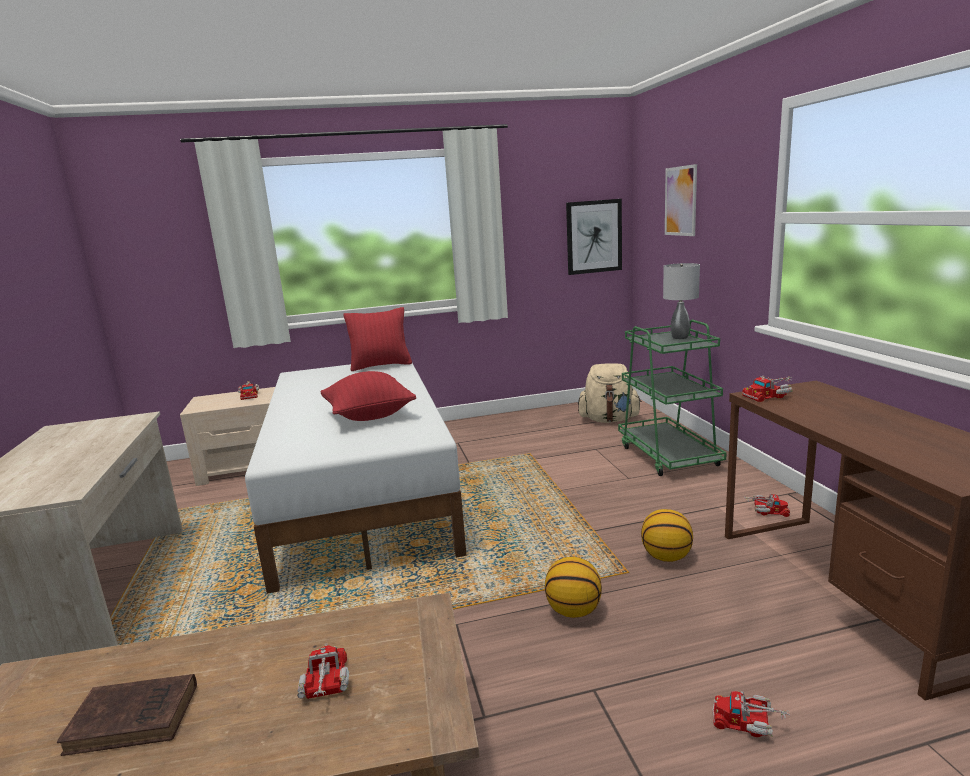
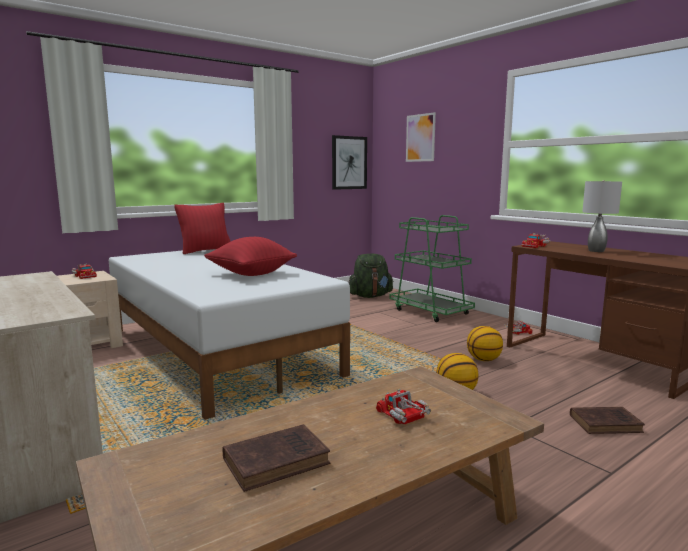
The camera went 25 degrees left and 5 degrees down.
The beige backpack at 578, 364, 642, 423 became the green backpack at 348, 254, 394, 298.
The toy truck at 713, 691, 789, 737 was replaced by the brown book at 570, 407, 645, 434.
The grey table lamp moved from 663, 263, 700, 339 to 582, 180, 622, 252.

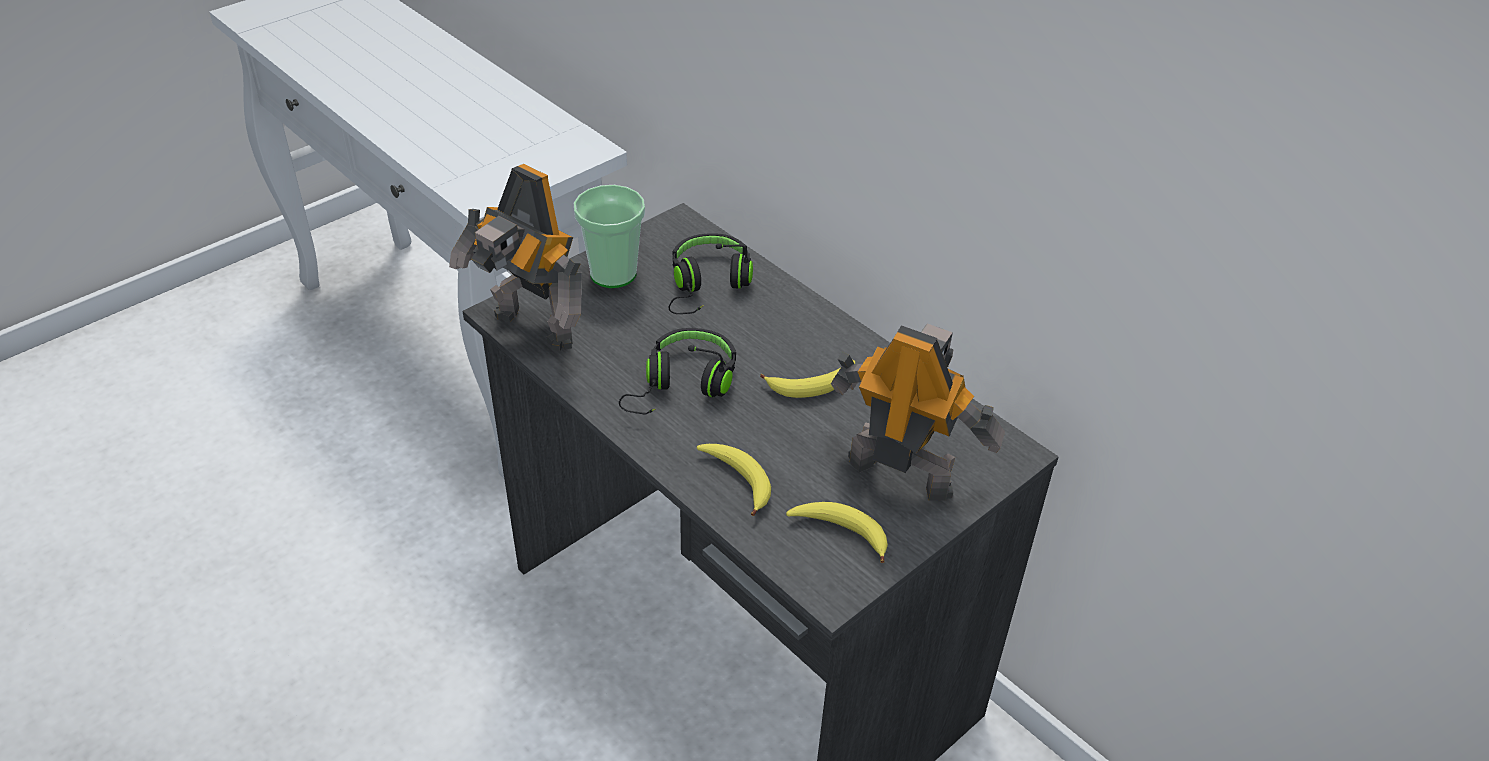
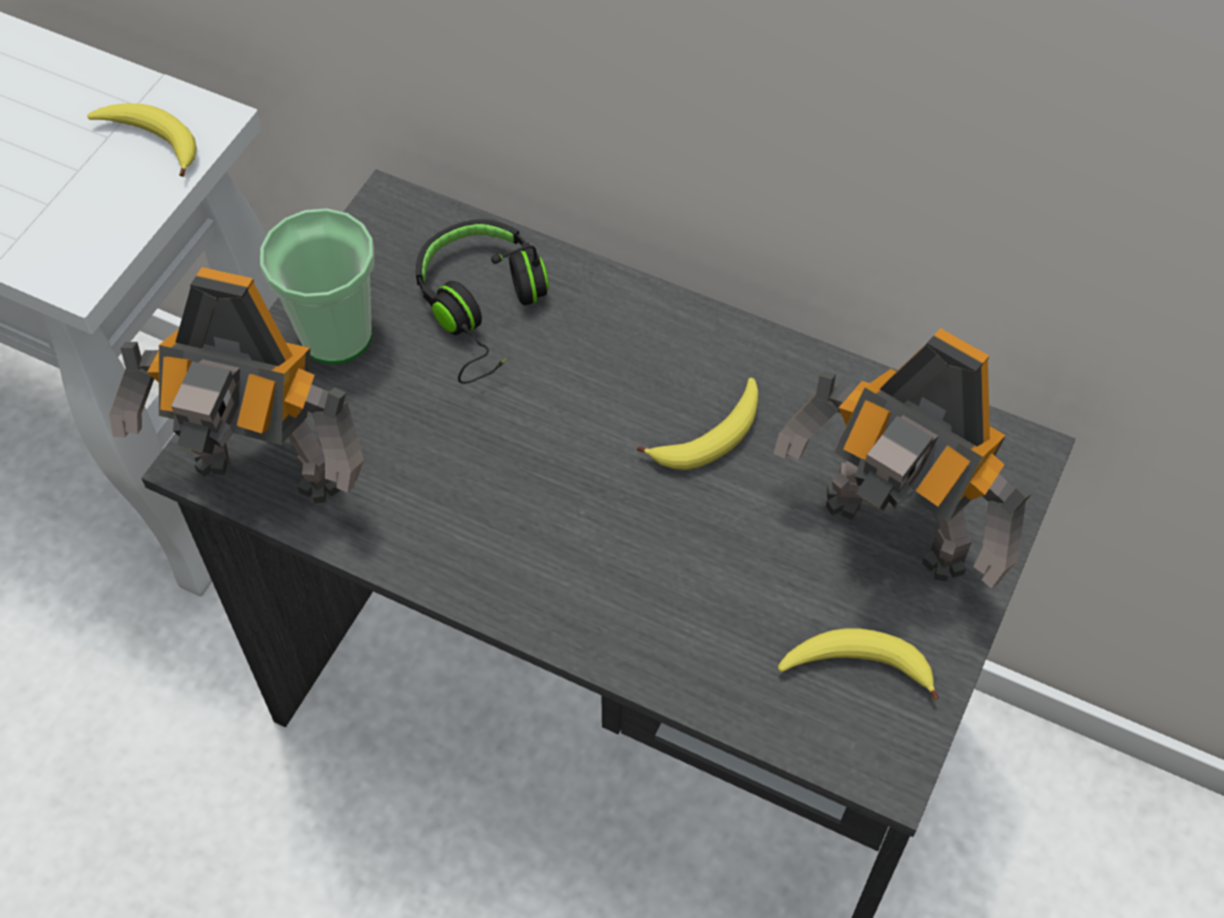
The camera went 20 degrees left and 15 degrees up.
The banana moved from 697, 444, 771, 516 to 87, 103, 197, 177.
The toy robot at 831, 324, 1005, 500 turned 150 degrees counterclockwise.
The black headphones at 619, 328, 736, 415 disappeared.

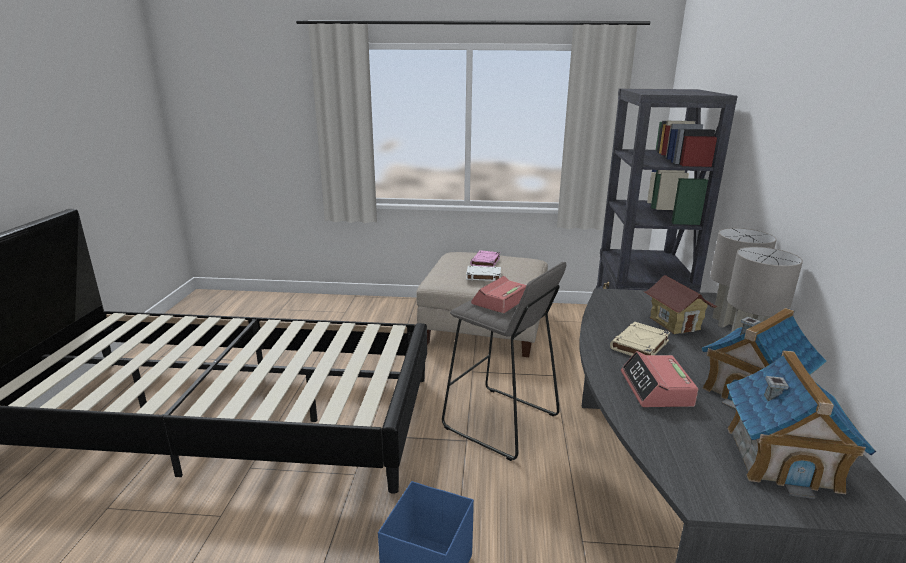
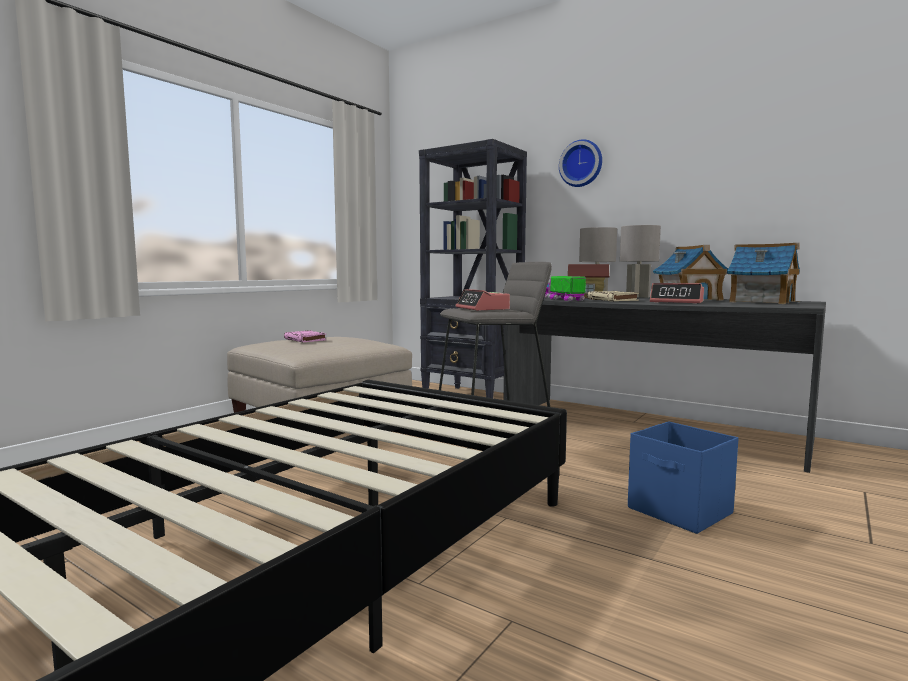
The camera went 60 degrees left and 15 degrees down.
The toy truck at 544, 276, 586, 301 appeared.
The wall clock at 559, 139, 602, 187 appeared.
The white book at 466, 266, 501, 281 disappeared.

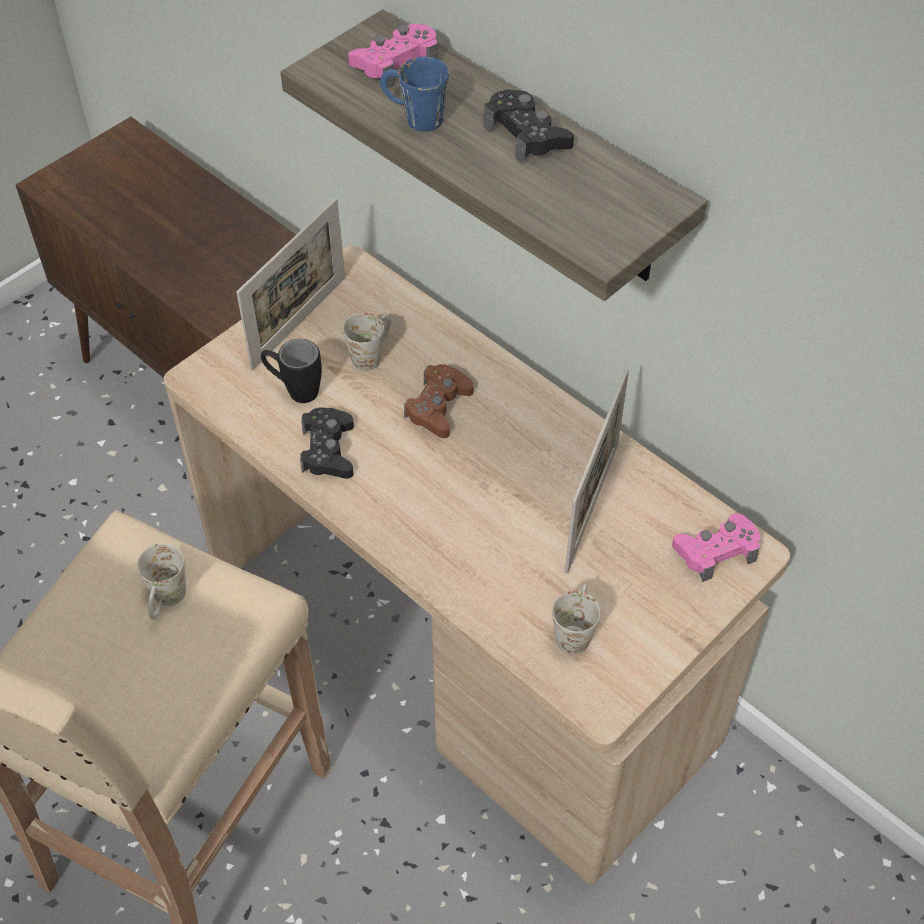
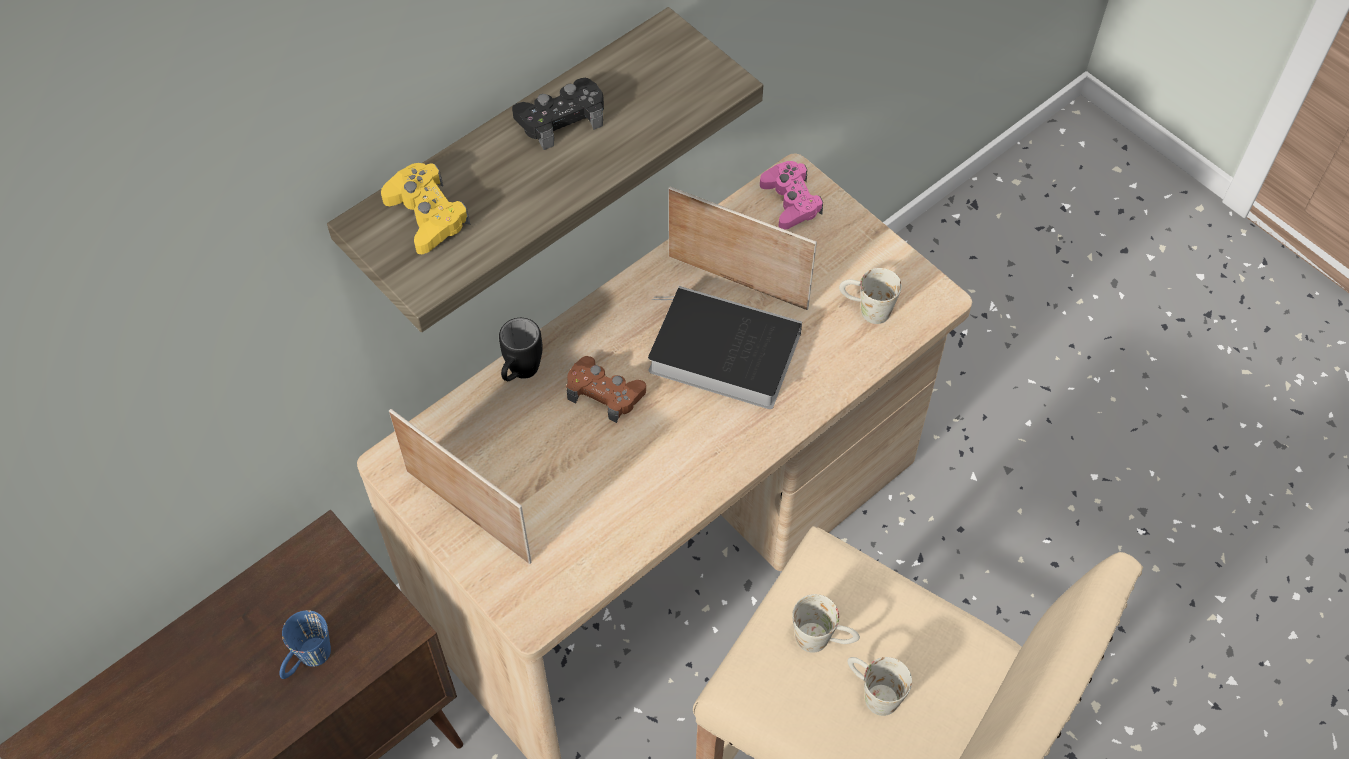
The camera went 85 degrees left and 5 degrees up.
The blue mug moved from 380, 57, 449, 132 to 280, 610, 331, 679.
The pink game controller at 348, 24, 438, 87 became the yellow game controller at 381, 163, 470, 254.
The black mug moved from 261, 339, 322, 403 to 499, 318, 543, 381.
The book at 648, 286, 802, 409 appeared.
The white mug moved from 343, 313, 391, 371 to 848, 657, 912, 716.
The black game controller at 300, 408, 354, 479 disappeared.

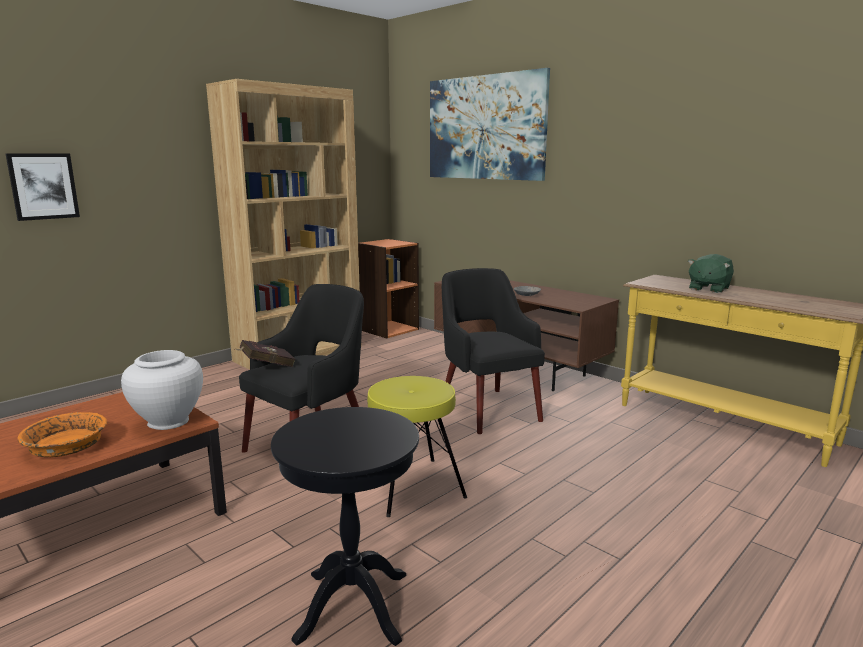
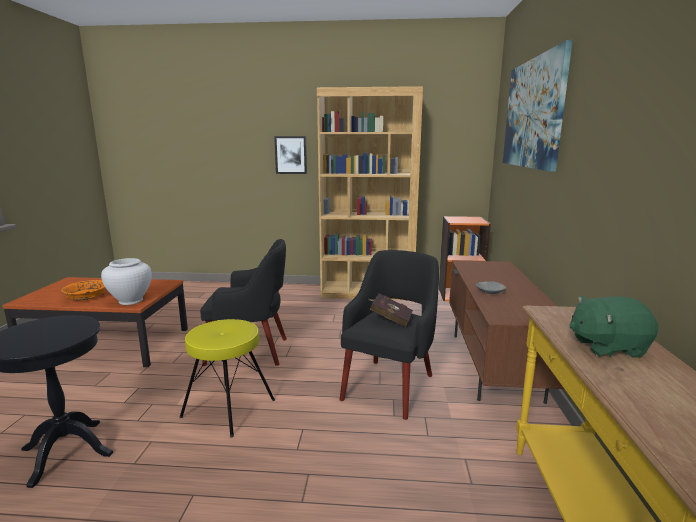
The camera went 50 degrees right and 0 degrees up.
The picture moved from 5, 153, 80, 221 to 274, 136, 307, 174.
The red book moved from 235, 340, 295, 367 to 369, 293, 413, 327.

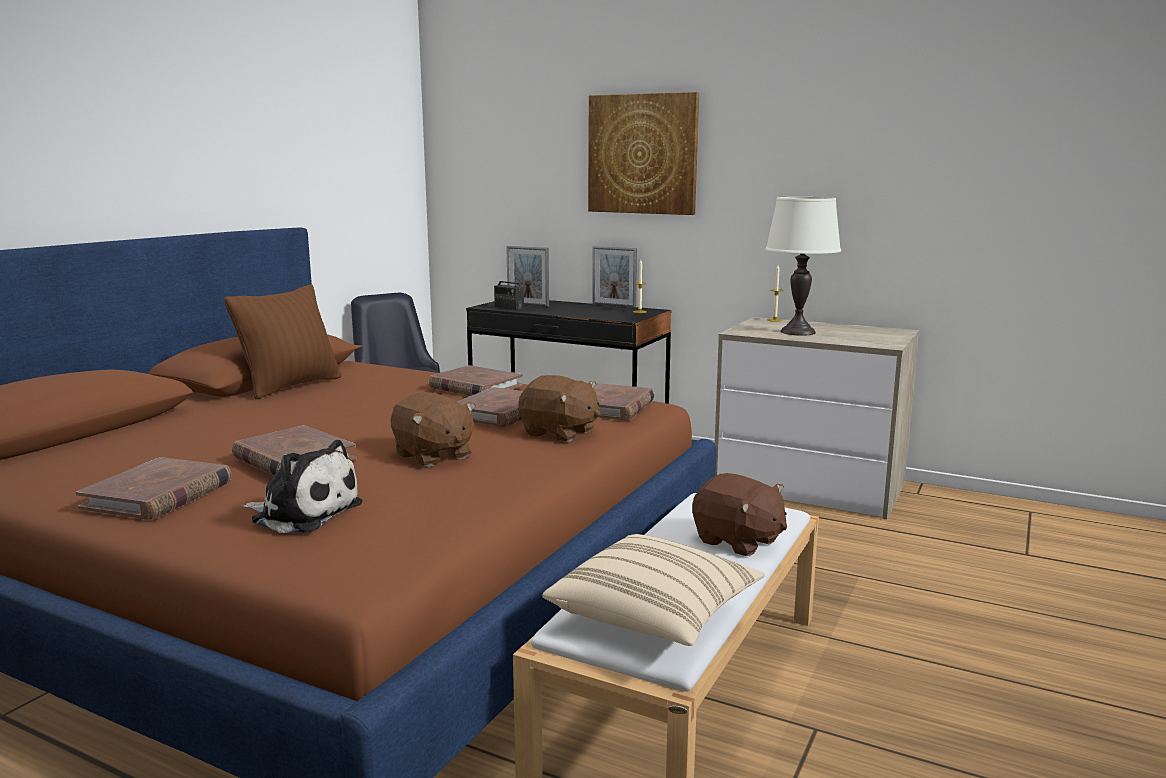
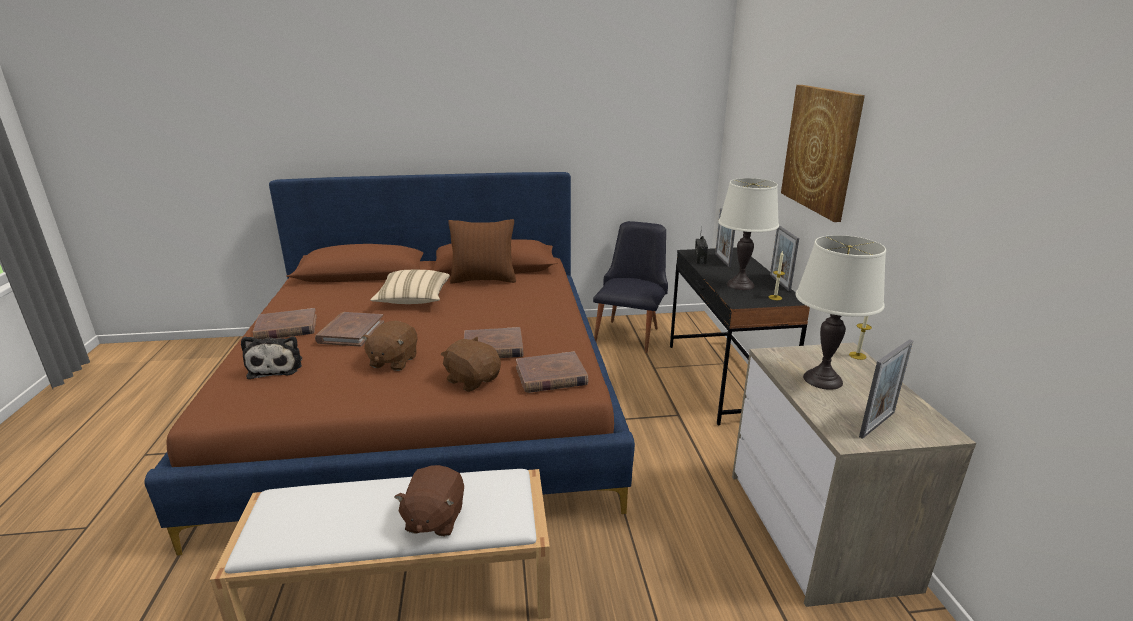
The camera went 55 degrees right and 10 degrees up.
The beige pillow moved from 542, 534, 765, 646 to 370, 270, 450, 304.
The brown plush toy at 518, 375, 600, 442 turned 135 degrees clockwise.
The white table lamp at 718, 178, 779, 290 appeared.
The picture frame at 859, 339, 913, 439 appeared.
The brown book at 429, 365, 523, 396 disappeared.

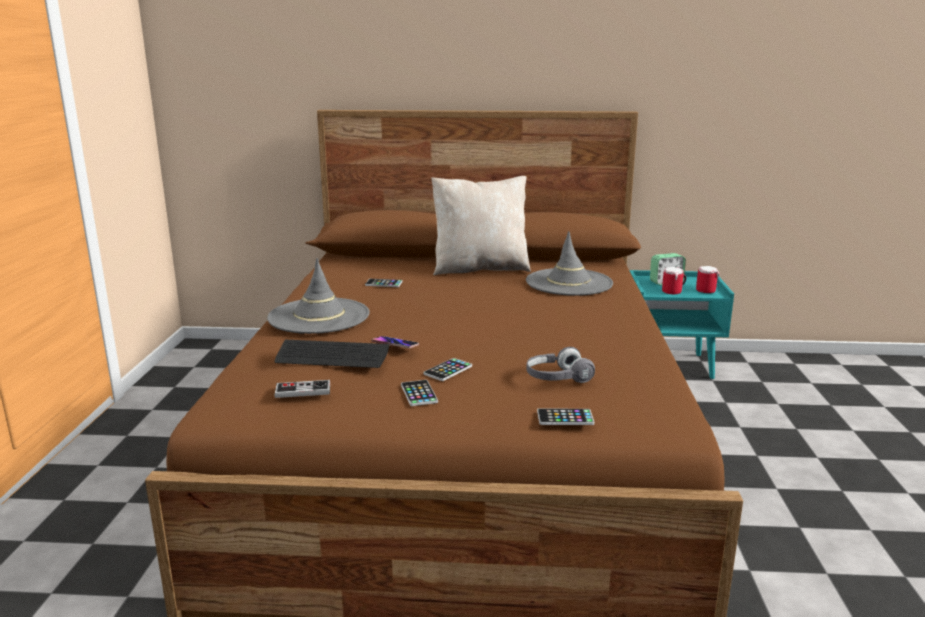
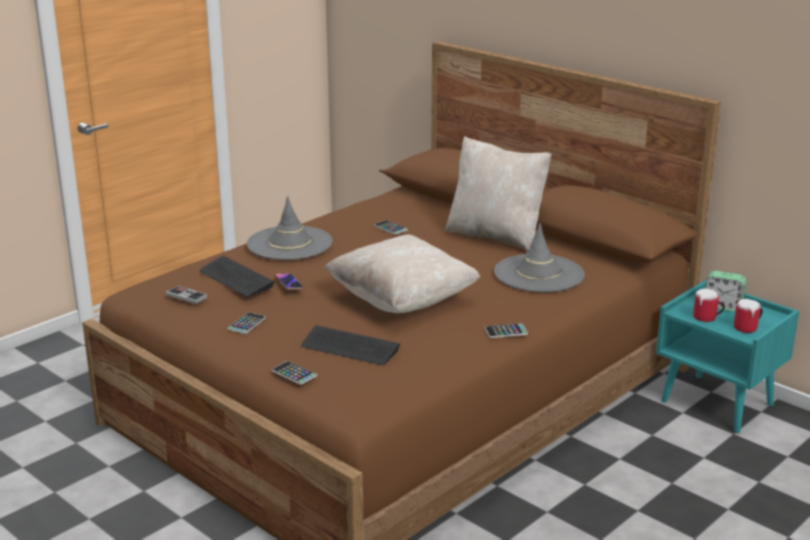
The camera went 40 degrees right and 5 degrees up.
The grey headphones at 526, 347, 595, 383 was replaced by the keyboard at 301, 325, 400, 365.
The beige pillow at 324, 234, 480, 313 appeared.
The phone moved from 423, 358, 472, 381 to 485, 323, 528, 338.

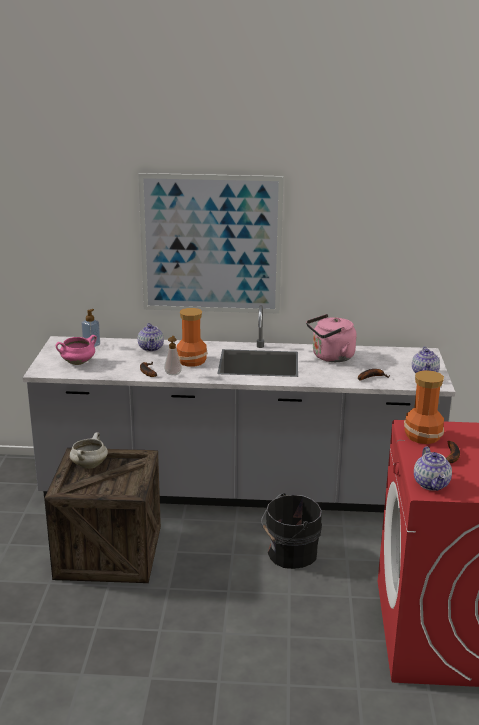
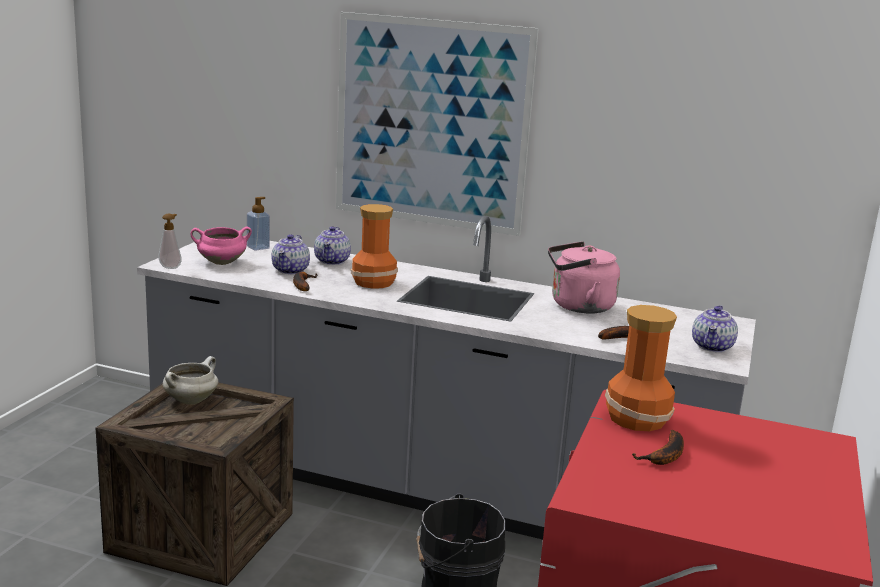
The camera went 15 degrees right and 5 degrees down.
The soap dispenser moved from 164, 336, 182, 375 to 158, 213, 182, 269.
The teapot moved from 414, 447, 452, 491 to 271, 234, 310, 274.

